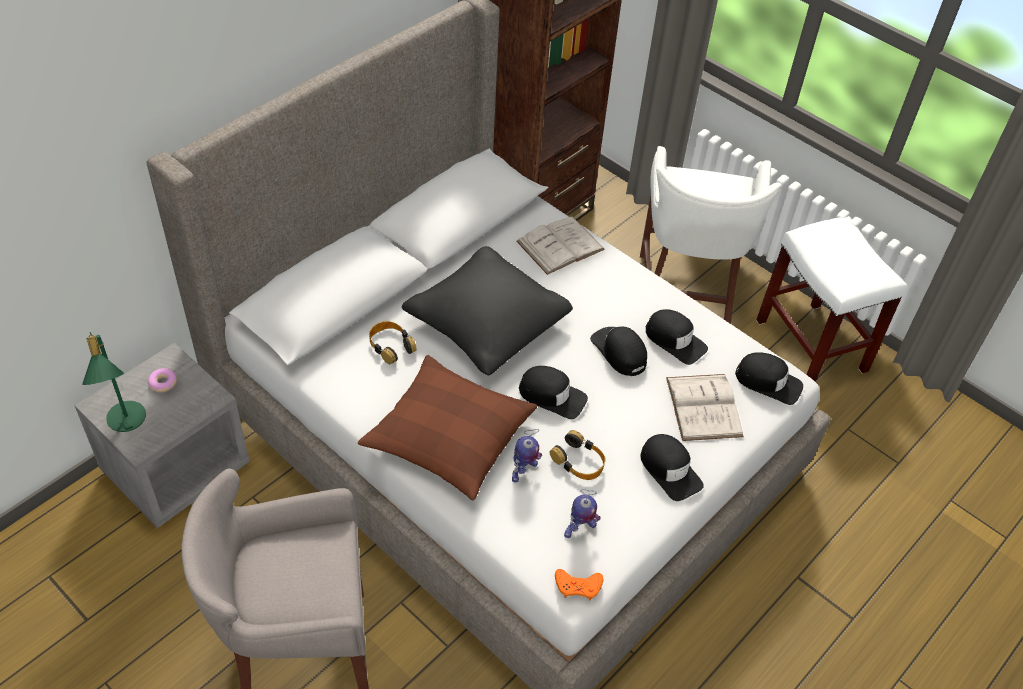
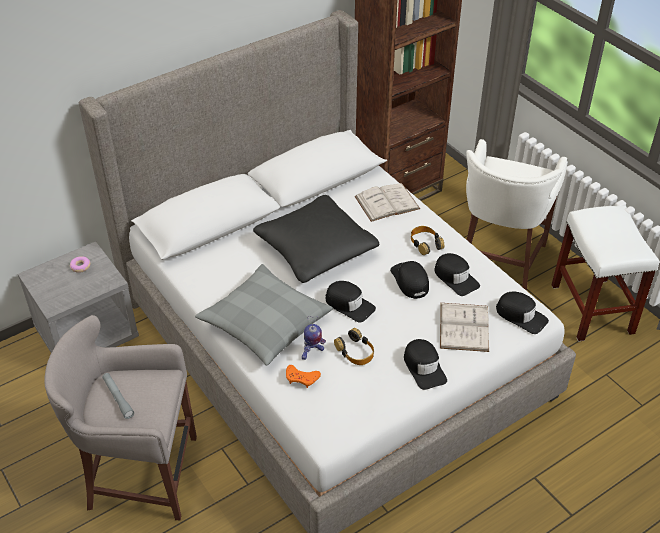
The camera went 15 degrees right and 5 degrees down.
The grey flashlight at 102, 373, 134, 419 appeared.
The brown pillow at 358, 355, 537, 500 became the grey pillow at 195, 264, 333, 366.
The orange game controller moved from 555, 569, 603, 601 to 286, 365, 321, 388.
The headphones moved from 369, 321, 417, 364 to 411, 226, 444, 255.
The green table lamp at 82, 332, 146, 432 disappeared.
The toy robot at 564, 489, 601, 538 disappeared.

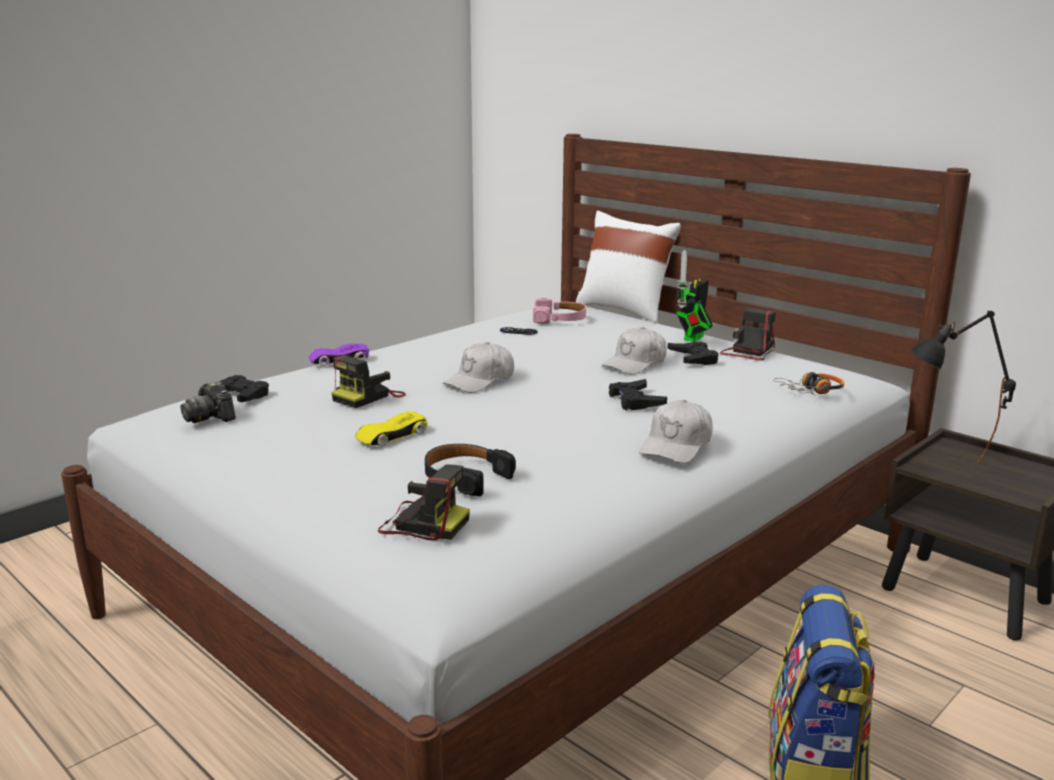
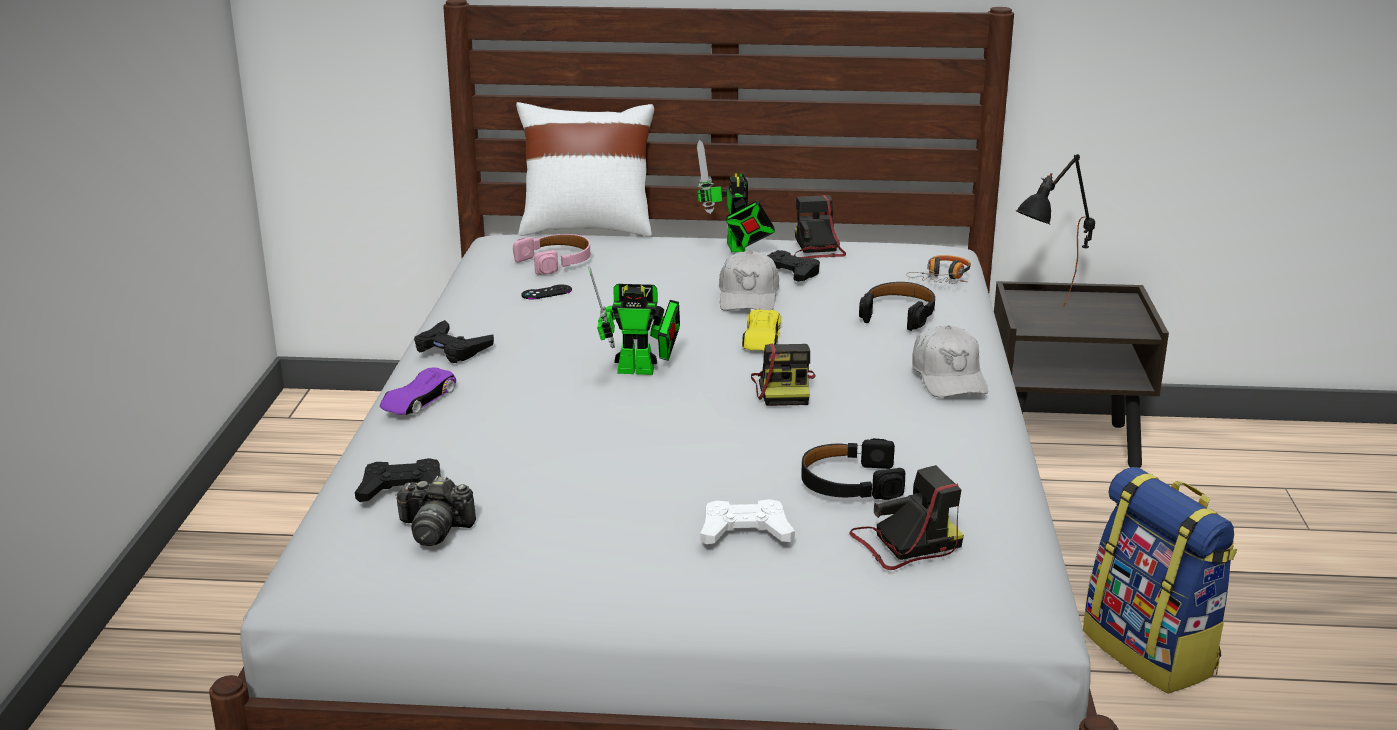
The camera went 40 degrees left and 5 degrees up.
The black game controller moved from 609, 379, 667, 410 to 414, 320, 494, 363.
The white cap at 443, 342, 514, 393 was replaced by the toy robot at 588, 266, 680, 375.
The white game controller at 700, 499, 795, 544 appeared.
The yellow toy car moved from 355, 411, 428, 446 to 742, 309, 781, 351.
The photo camera moved from 331, 355, 406, 408 to 751, 344, 815, 406.
The black headphones at 859, 282, 935, 331 appeared.

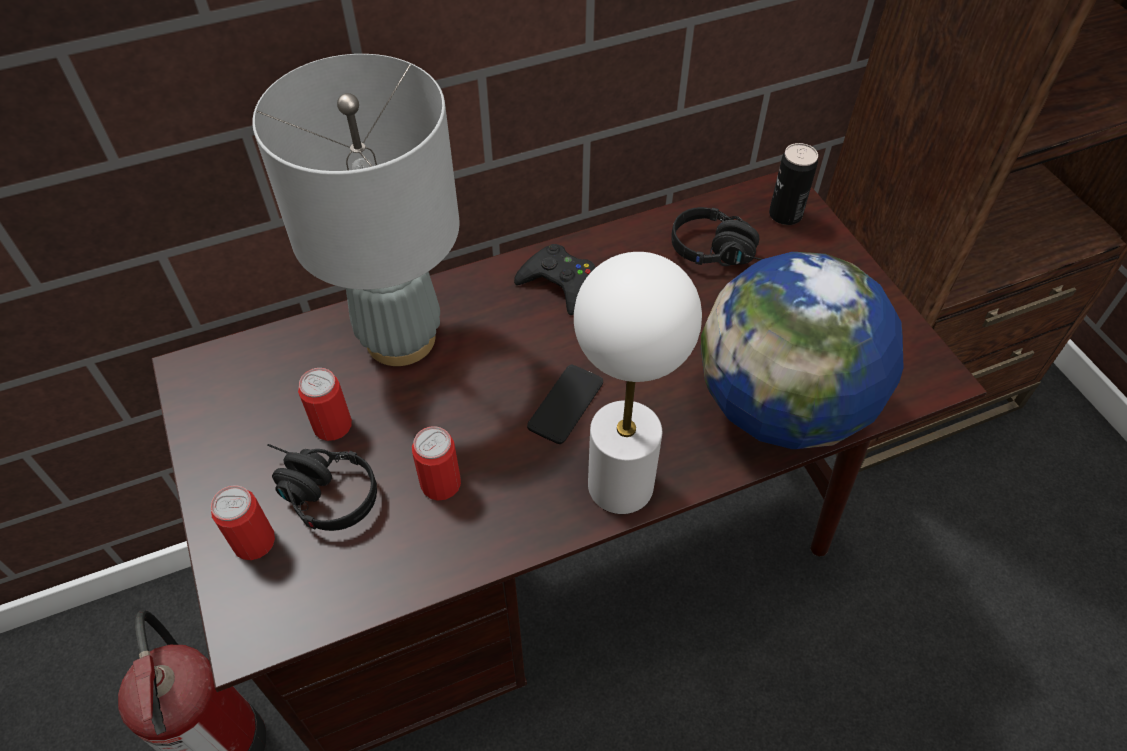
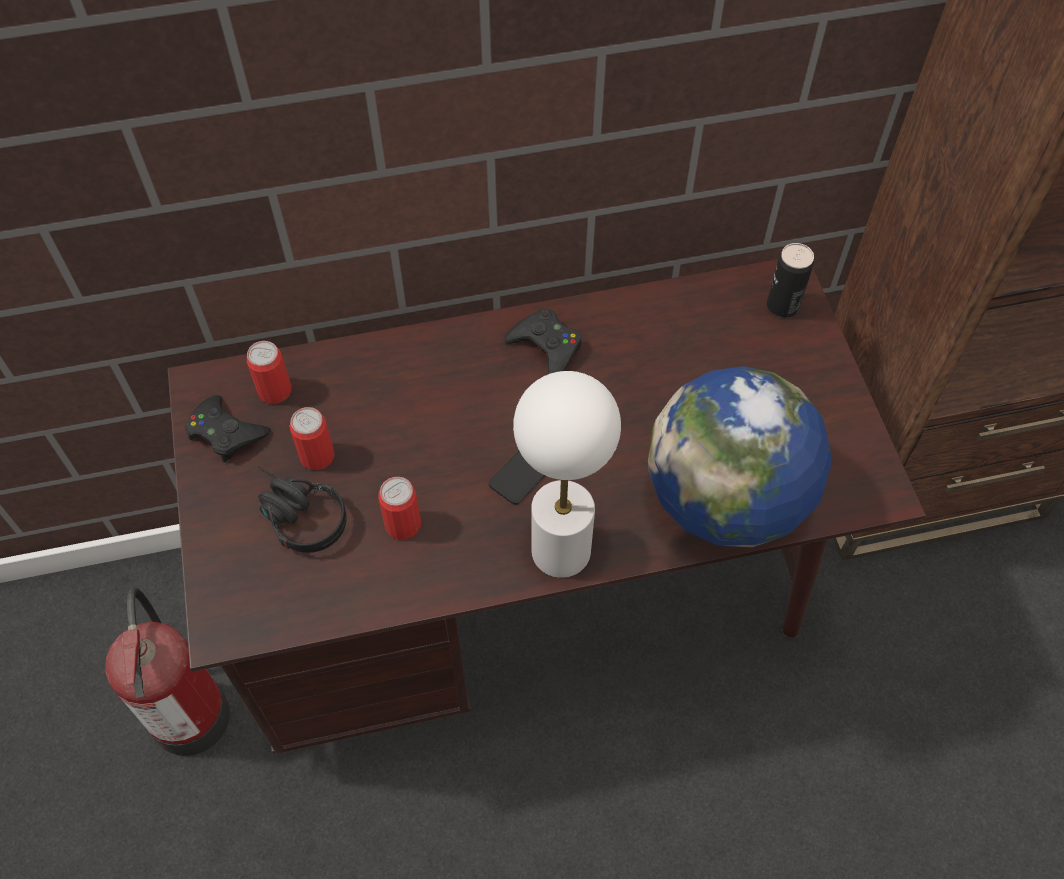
The camera went 10 degrees right and 5 degrees up.
The black game controller at 185, 395, 271, 463 appeared.
The can moved from 211, 486, 275, 560 to 247, 341, 291, 404.
The grey table lamp at 252, 54, 460, 366 disappeared.
The black headphones at 672, 207, 762, 266 disappeared.

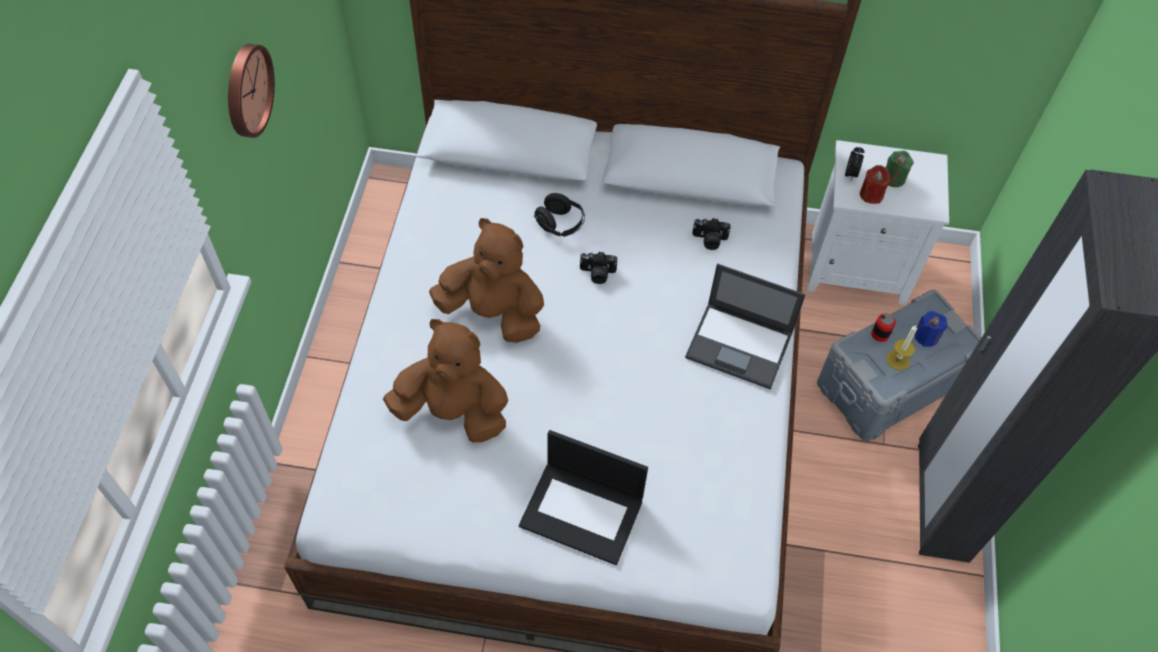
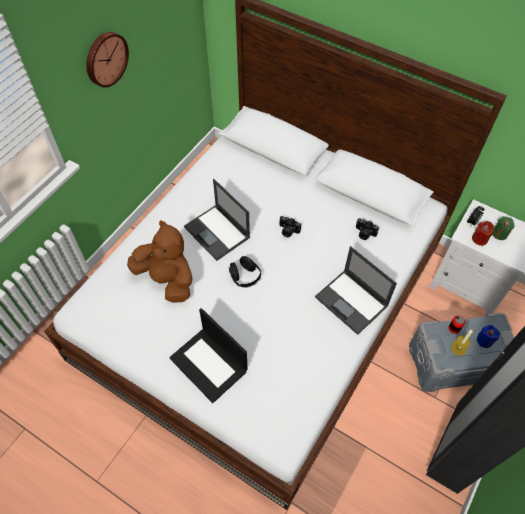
The camera went 25 degrees right and 0 degrees up.
The brown plush toy at 429, 218, 544, 343 was replaced by the laptop at 184, 179, 250, 261.
The black headphones moved from 534, 193, 585, 237 to 229, 256, 261, 287.

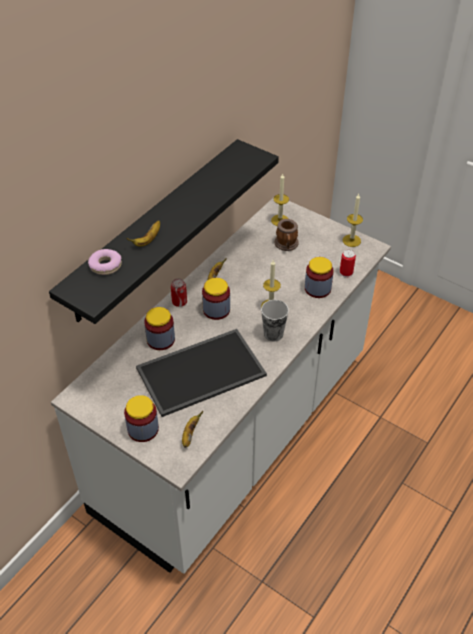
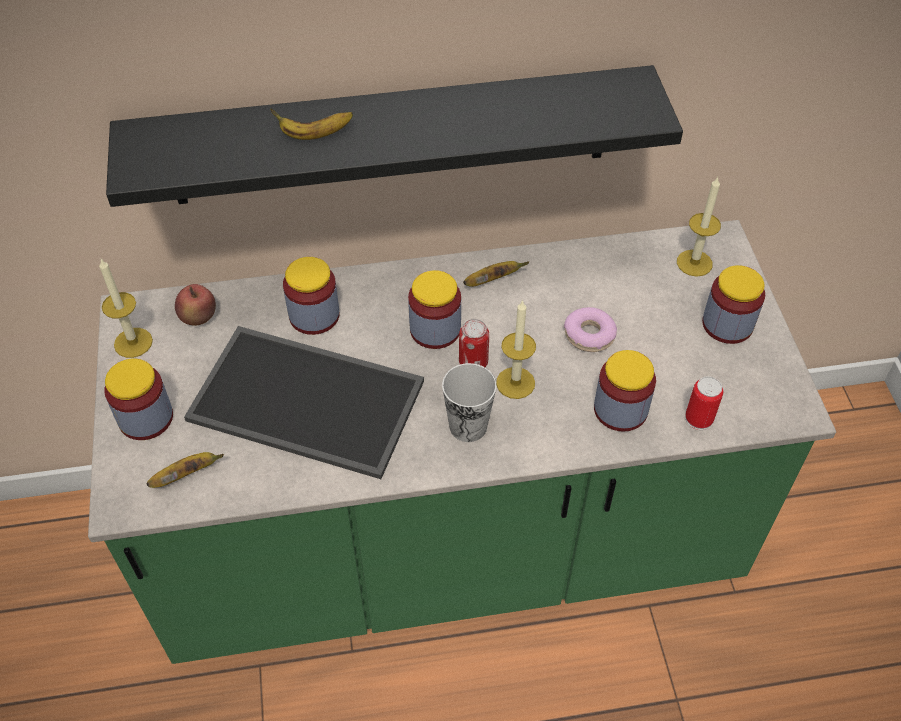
The camera went 45 degrees right and 5 degrees up.
The white counter at 51, 197, 391, 574 became the green counter at 88, 220, 836, 664.
The candle moved from 343, 194, 363, 247 to 99, 259, 153, 358.
The apple at 175, 284, 216, 326 appeared.
The can moved from 171, 278, 187, 307 to 459, 319, 489, 367.
The donut moved from 88, 249, 122, 275 to 564, 307, 617, 352.
The jar at 702, 265, 765, 344 appeared.
The mug at 275, 219, 299, 251 disappeared.

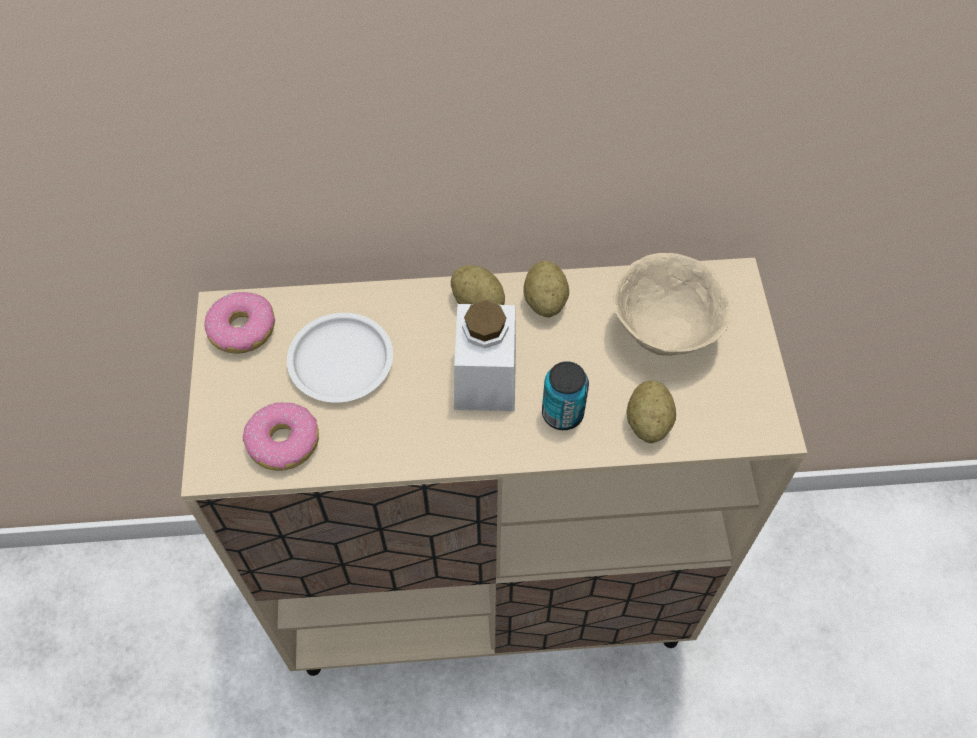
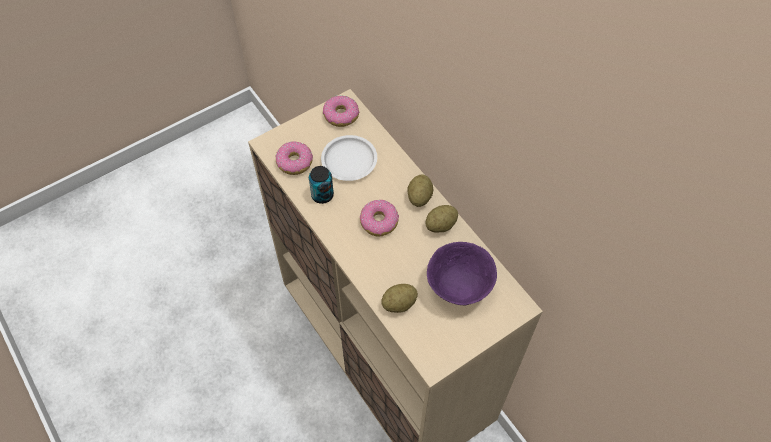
The camera went 60 degrees right and 0 degrees up.
The can moved from 542, 361, 589, 430 to 309, 166, 334, 204.
The white jar at 454, 301, 516, 411 was replaced by the donut at 360, 200, 399, 237.
The beige bowl at 613, 253, 733, 356 became the purple bowl at 427, 242, 497, 305.

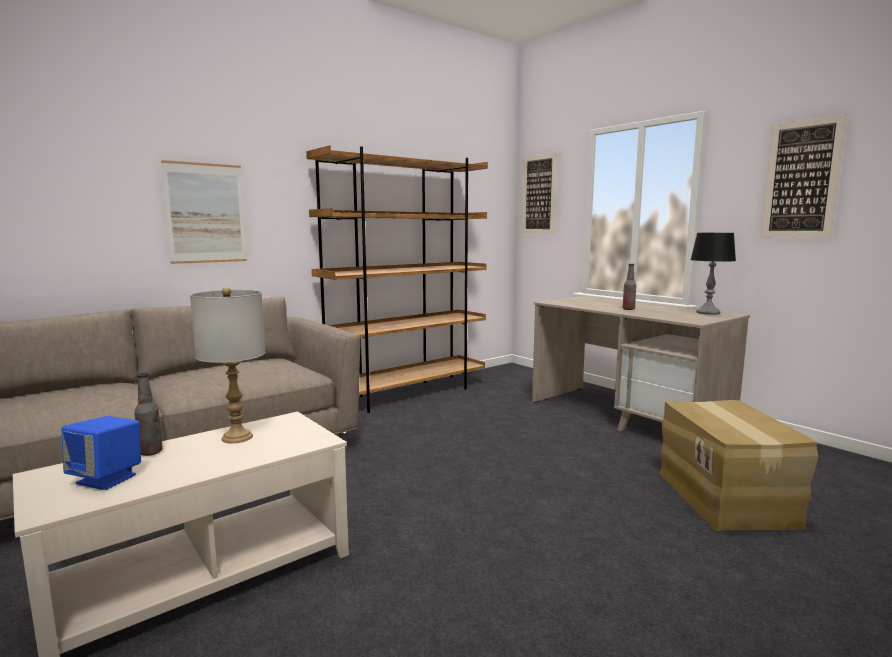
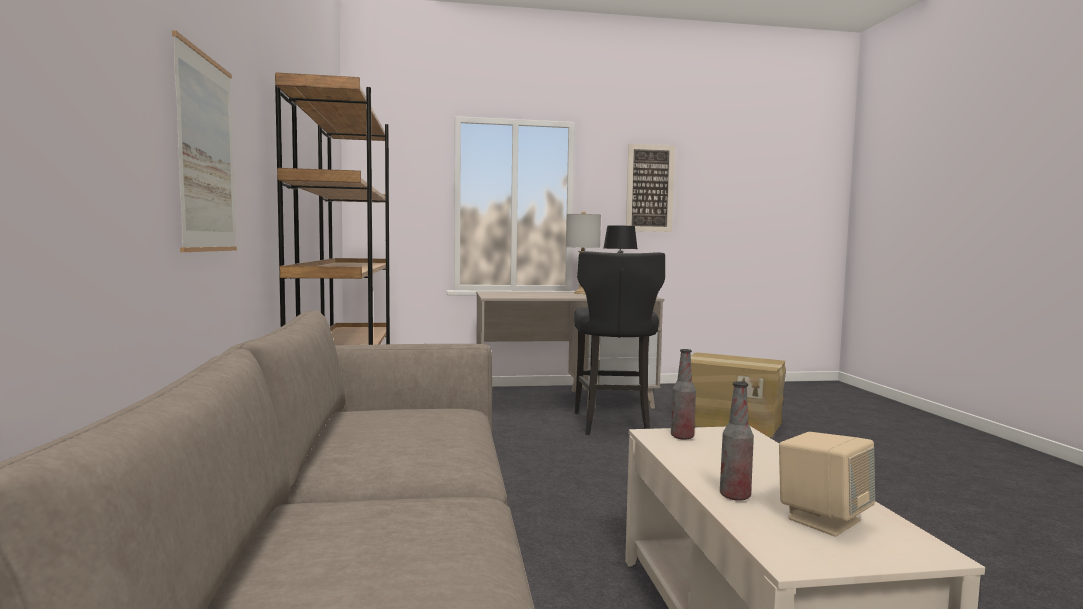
The camera went 60 degrees left and 5 degrees down.
The grey table lamp moved from 190, 287, 266, 443 to 566, 211, 601, 294.
The black stool at 574, 251, 665, 435 appeared.
The bottle moved from 623, 264, 636, 310 to 671, 349, 696, 440.
The blue speaker at 61, 416, 141, 490 became the beige speaker at 779, 432, 875, 536.
The picture at 522, 153, 557, 234 disappeared.

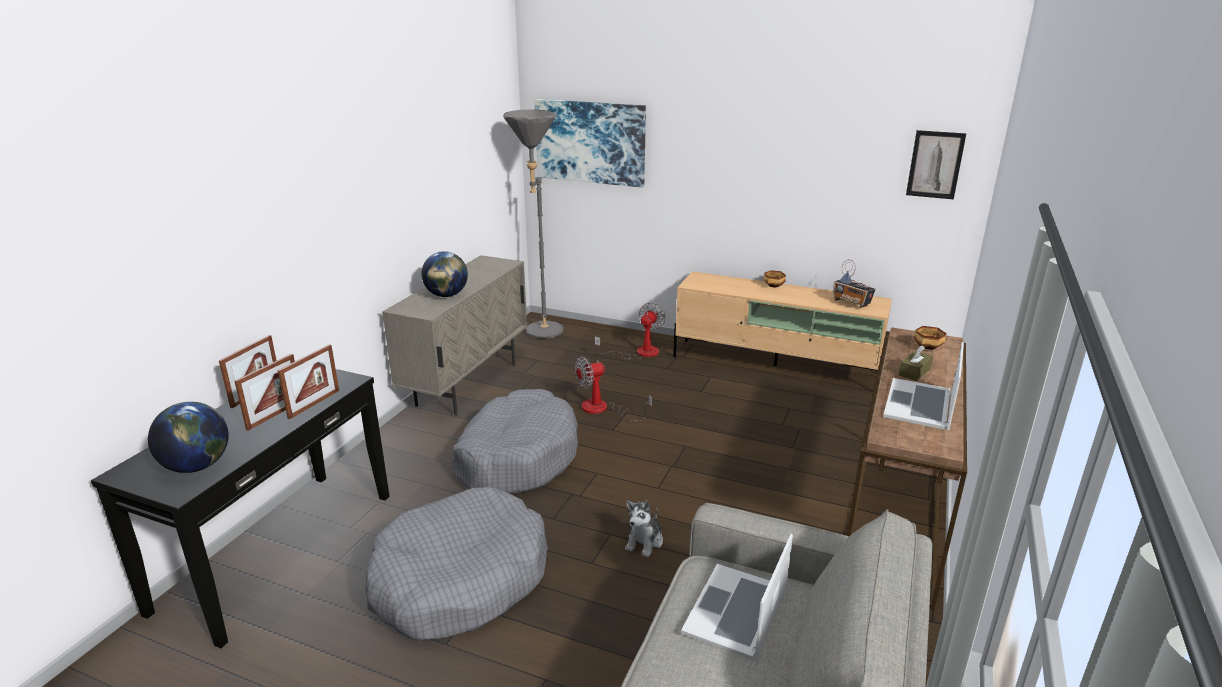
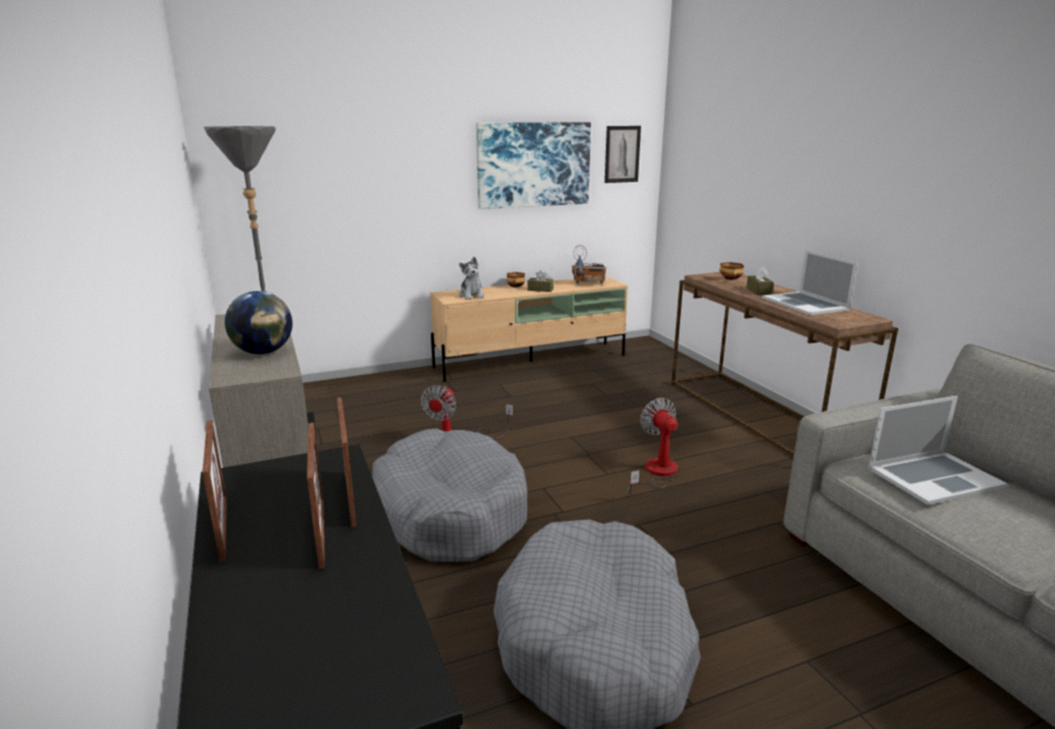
The camera went 45 degrees left and 5 degrees down.
The plush toy moved from 625, 500, 663, 557 to 459, 257, 484, 300.
The picture moved from 535, 99, 646, 188 to 476, 122, 591, 209.
The brown tissue box at 528, 270, 554, 292 appeared.
The fan moved from 595, 303, 666, 360 to 627, 398, 678, 495.
The laptop at 681, 534, 793, 661 turned 90 degrees counterclockwise.
The globe at 148, 402, 229, 473 disappeared.

